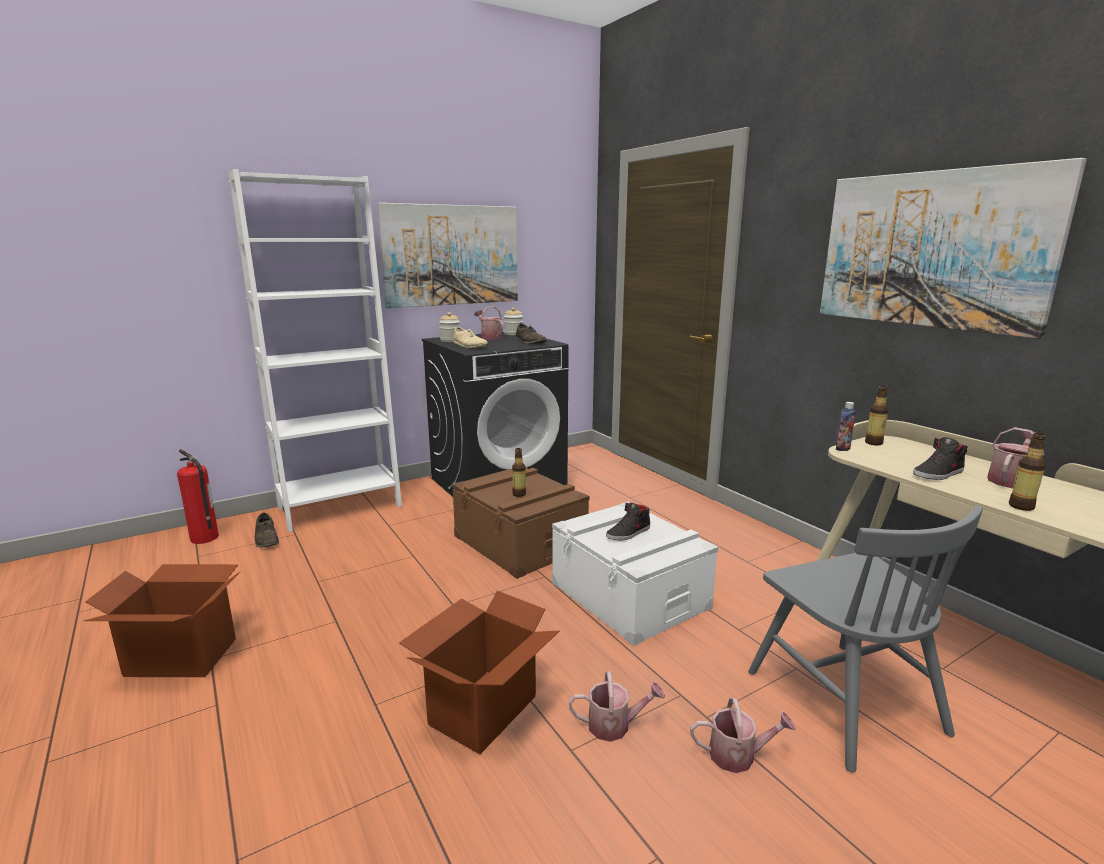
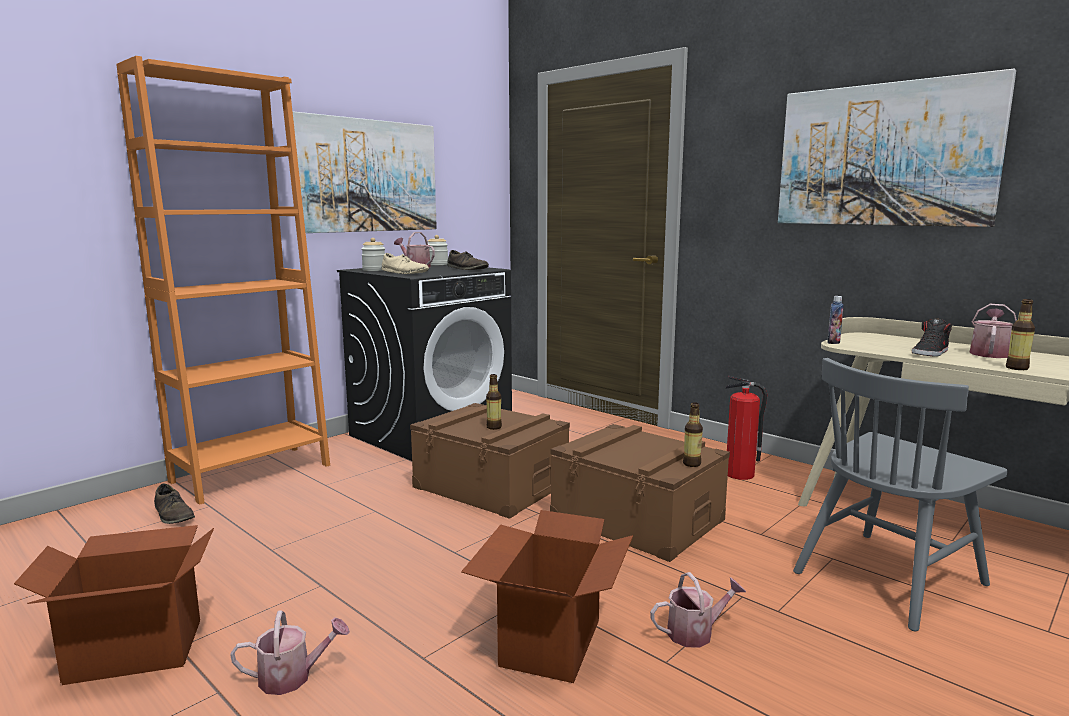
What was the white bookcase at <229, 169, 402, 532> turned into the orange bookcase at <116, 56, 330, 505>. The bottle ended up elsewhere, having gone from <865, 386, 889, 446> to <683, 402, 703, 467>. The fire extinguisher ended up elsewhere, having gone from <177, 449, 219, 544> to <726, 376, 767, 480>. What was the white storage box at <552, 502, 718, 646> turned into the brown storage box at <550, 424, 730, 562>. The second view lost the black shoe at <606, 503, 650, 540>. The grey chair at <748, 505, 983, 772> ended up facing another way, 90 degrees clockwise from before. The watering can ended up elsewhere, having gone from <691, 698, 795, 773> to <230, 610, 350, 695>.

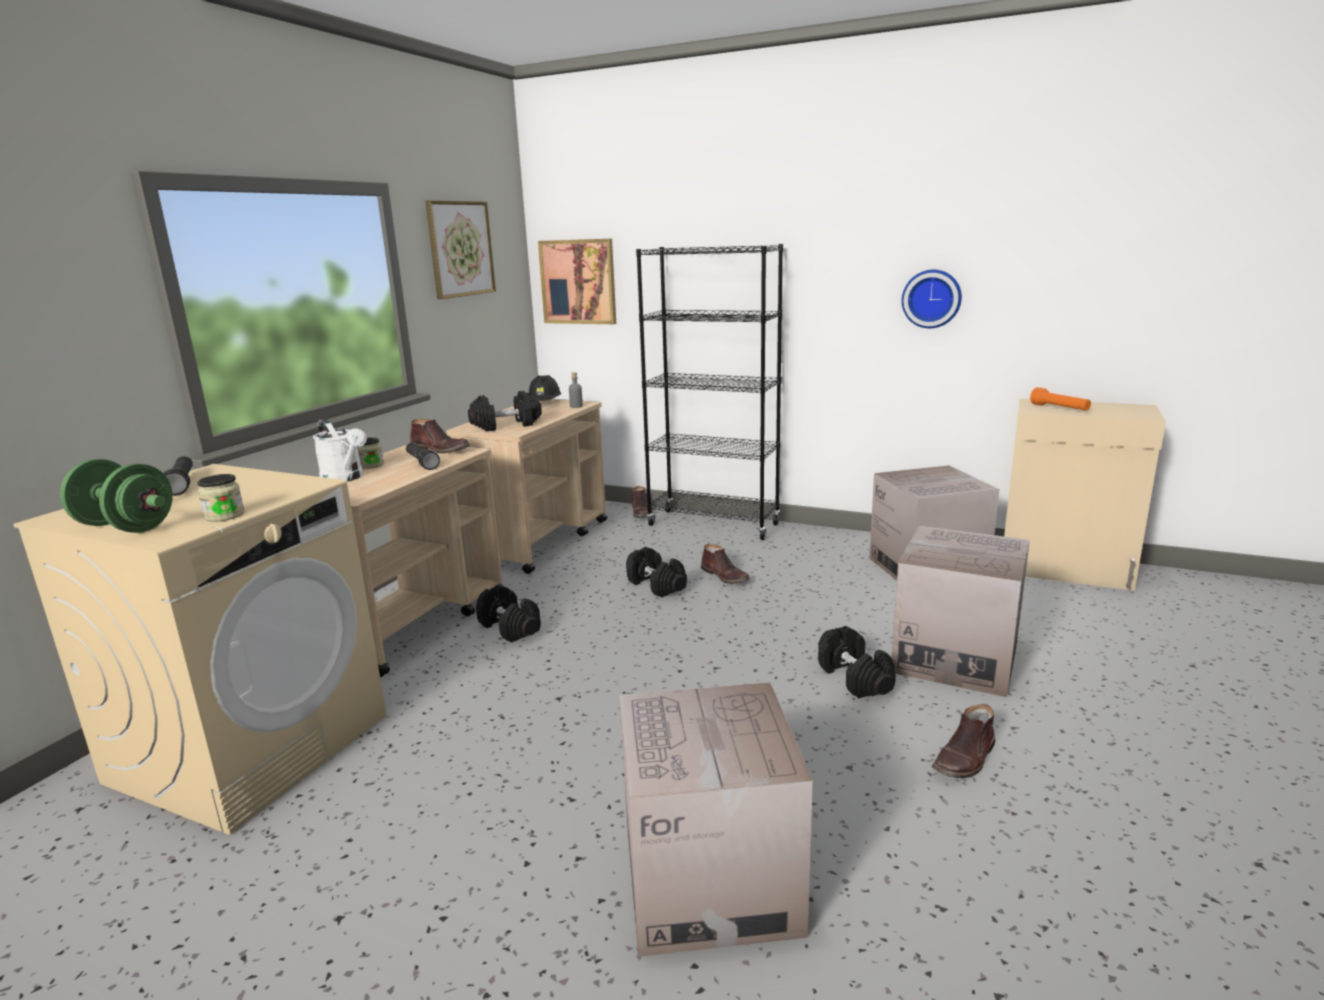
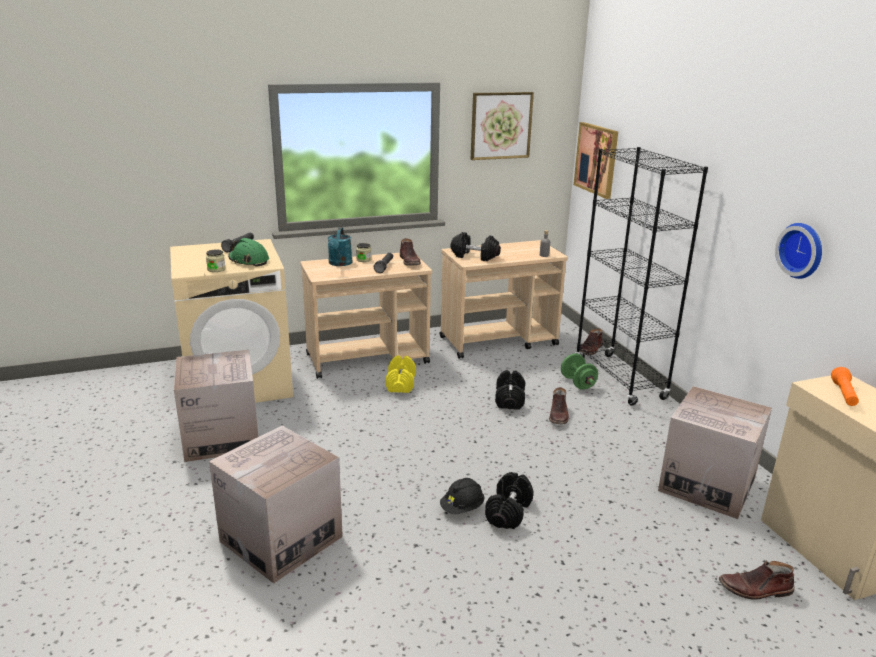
The black hard hat ended up elsewhere, having gone from <528, 375, 561, 401> to <440, 478, 485, 514>. What was the white watering can at <313, 419, 366, 482> turned into the turquoise watering can at <328, 227, 352, 266>. The green dumbbell ended up elsewhere, having gone from <60, 459, 173, 533> to <561, 353, 598, 390>. The cardboard box ended up elsewhere, having gone from <892, 526, 1030, 697> to <174, 350, 258, 462>. What was the black dumbbell at <476, 585, 541, 642> turned into the yellow dumbbell at <386, 355, 416, 393>. The brown boot ended up elsewhere, having gone from <932, 704, 995, 778> to <719, 561, 794, 599>. The second view gained the green hard hat at <228, 238, 269, 267>.

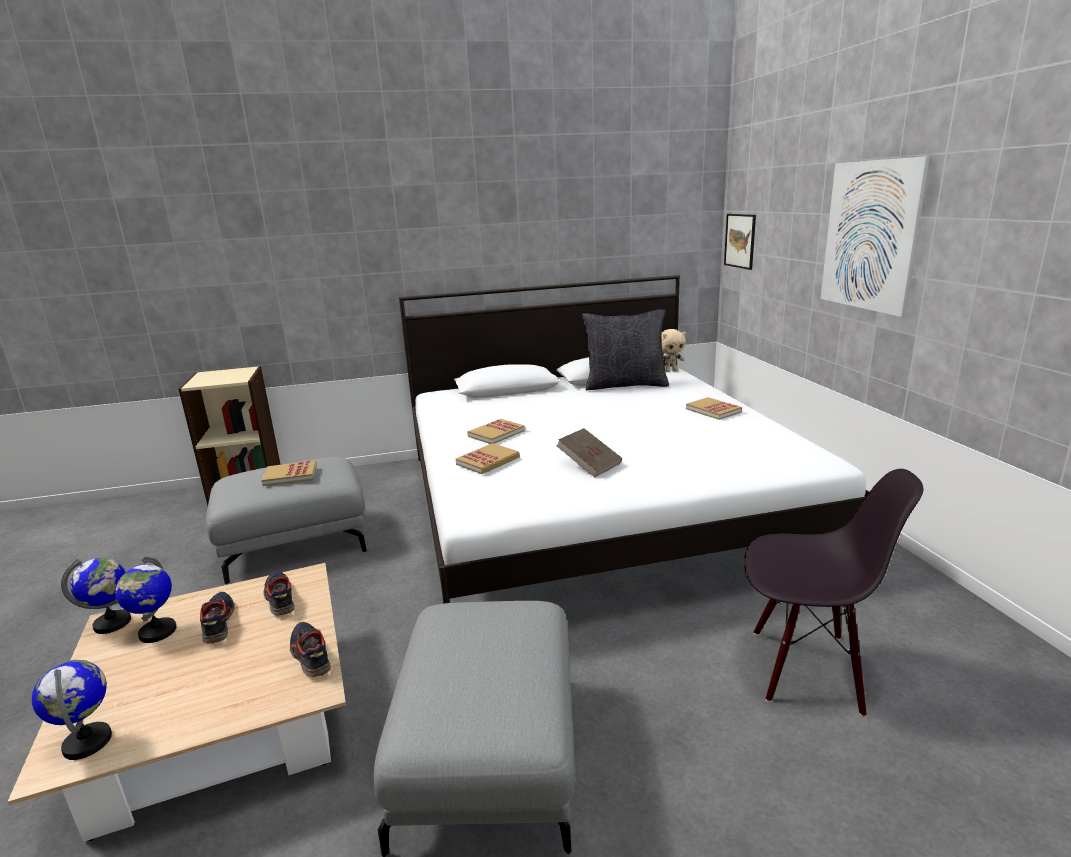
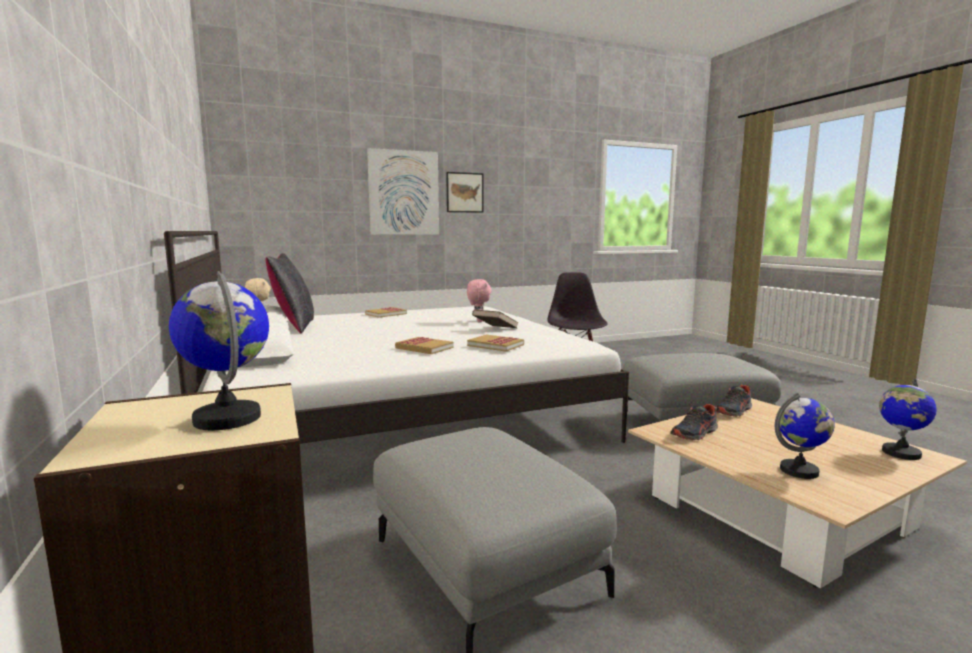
The picture ended up elsewhere, having gone from <724, 214, 756, 270> to <446, 172, 484, 213>. The second view lost the book at <261, 461, 317, 486>. The globe ended up elsewhere, having gone from <61, 558, 131, 634> to <169, 271, 269, 430>. The second view lost the shoe at <200, 592, 235, 643>. The second view gained the pink plush toy at <467, 279, 492, 322>.

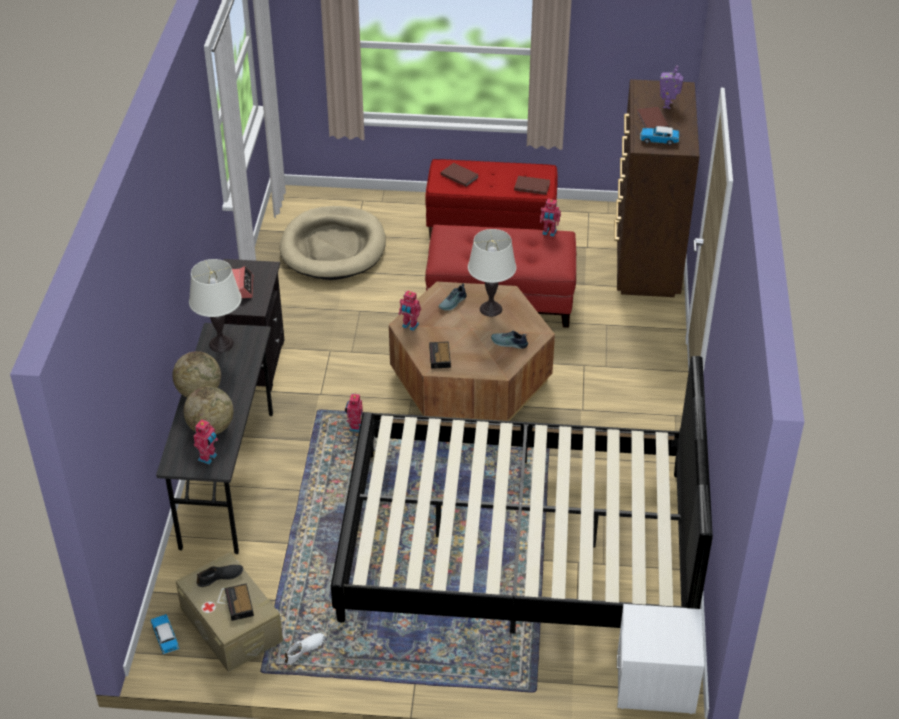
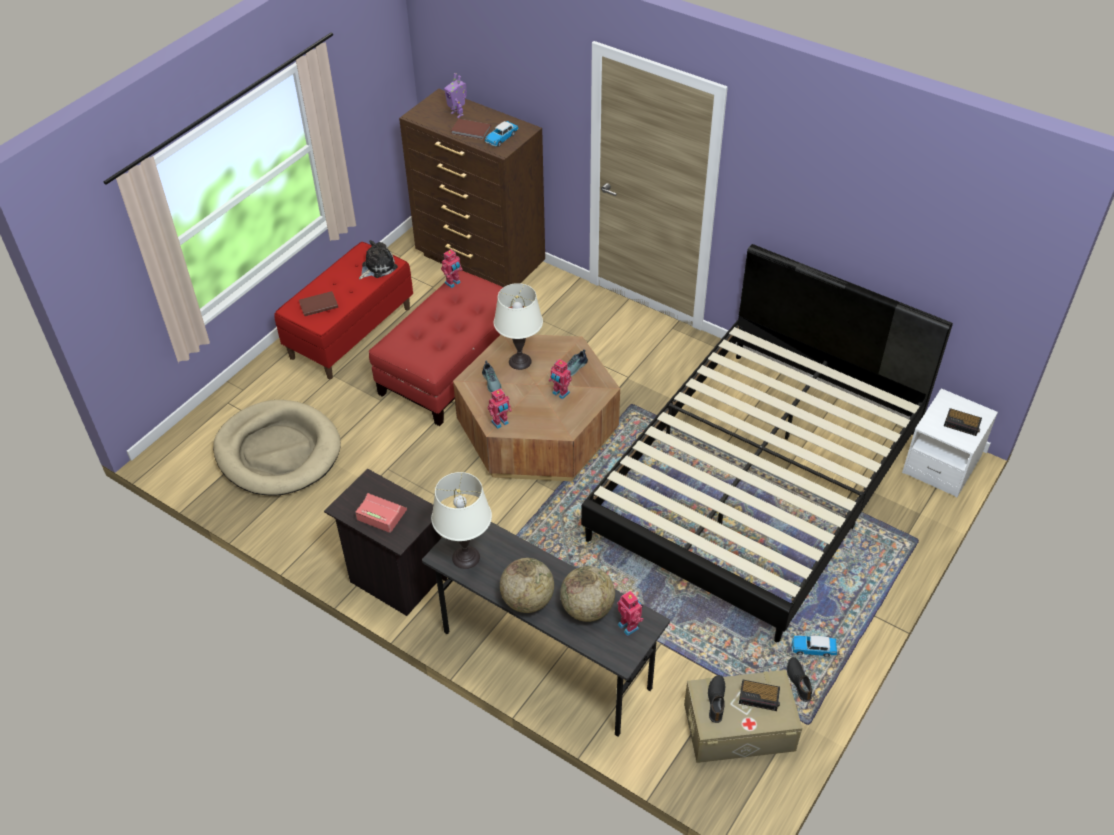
Where the brown book stood at <514, 176, 550, 195>, the plush toy came to stand at <359, 240, 398, 279>. The alarm clock ended up elsewhere, having gone from <429, 341, 451, 369> to <944, 408, 982, 436>. The toy robot ended up elsewhere, having gone from <345, 392, 363, 432> to <549, 359, 572, 399>. The toy car ended up elsewhere, having gone from <151, 614, 179, 654> to <791, 635, 837, 657>. What was the white shoe at <284, 633, 325, 665> turned into the black shoe at <787, 657, 812, 702>.

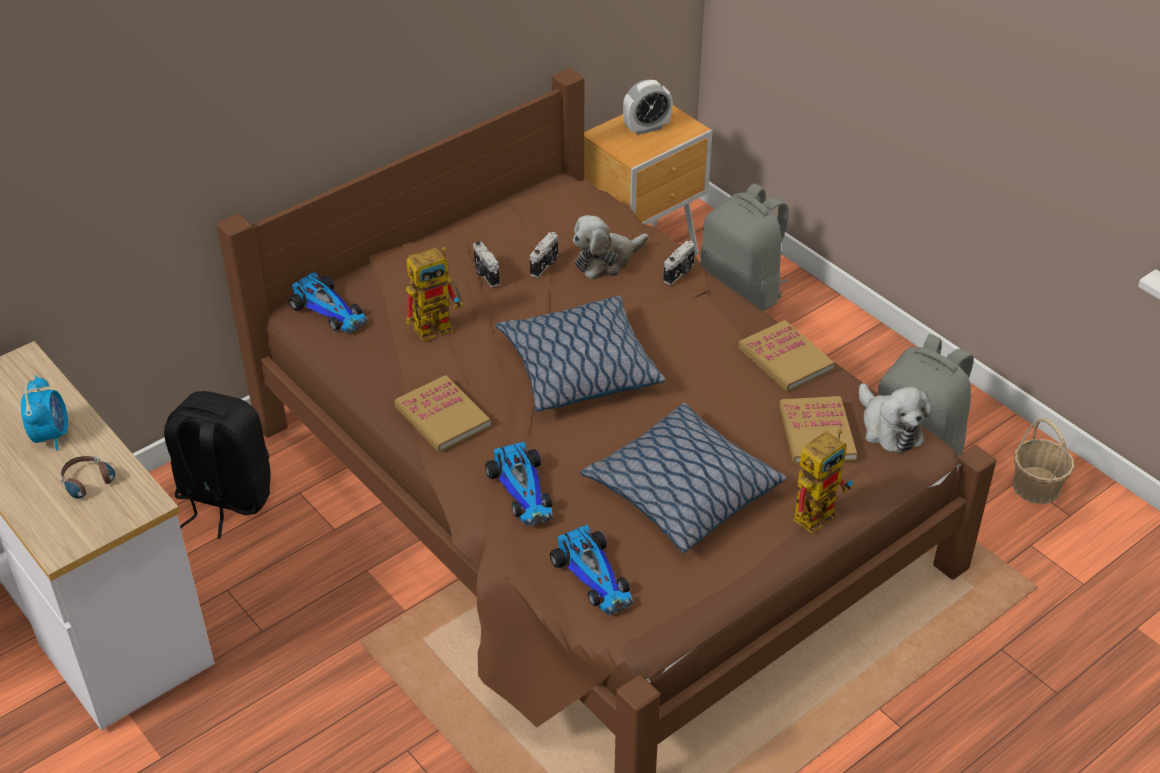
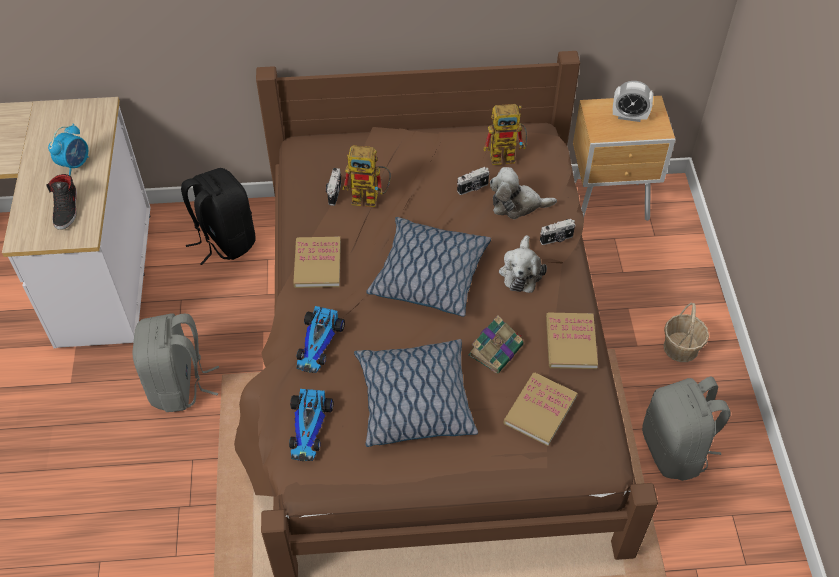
The grey backpack ended up elsewhere, having gone from <700, 183, 789, 311> to <133, 313, 219, 412>. The photo camera ended up elsewhere, having gone from <473, 241, 500, 287> to <326, 168, 341, 206>. The second view lost the toy car at <288, 272, 368, 333>. The plush toy ended up elsewhere, having gone from <859, 383, 932, 453> to <499, 235, 547, 293>. The basket ended up elsewhere, having gone from <1013, 418, 1074, 504> to <664, 302, 709, 362>. The toy robot ended up elsewhere, having gone from <793, 429, 853, 534> to <483, 104, 527, 165>. Where the headphones stood at <60, 456, 115, 501>, the black shoe came to stand at <46, 174, 77, 230>. The second view gained the book at <468, 315, 524, 374>.

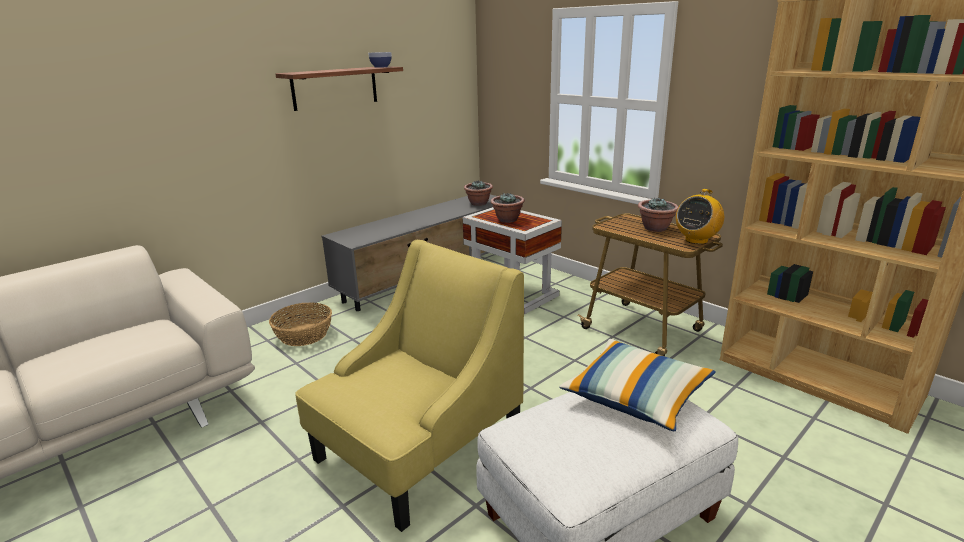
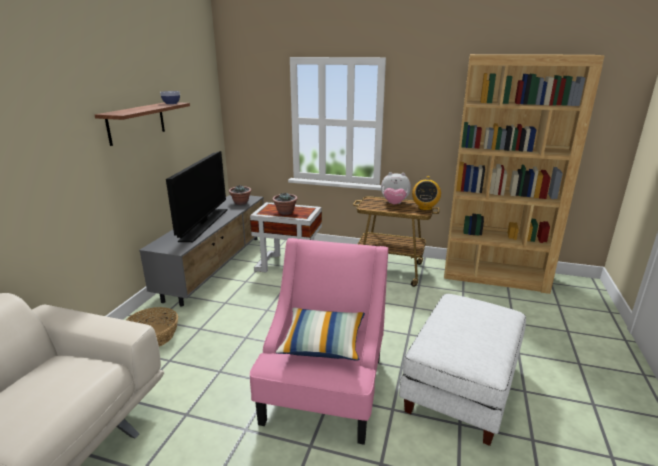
Where the potted plant stood at <638, 198, 679, 232>, the plush toy came to stand at <381, 172, 411, 204>. What was the yellow armchair at <295, 239, 524, 532> turned into the pink armchair at <250, 238, 388, 445>. The pillow ended up elsewhere, having gone from <559, 339, 716, 431> to <276, 308, 365, 361>. The second view gained the television at <166, 151, 227, 242>.

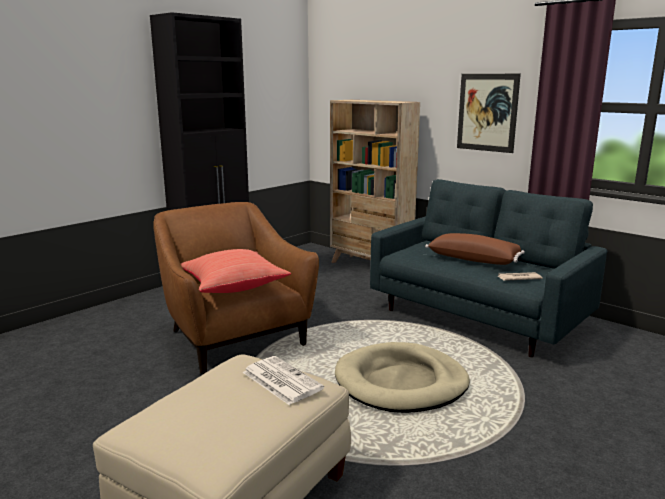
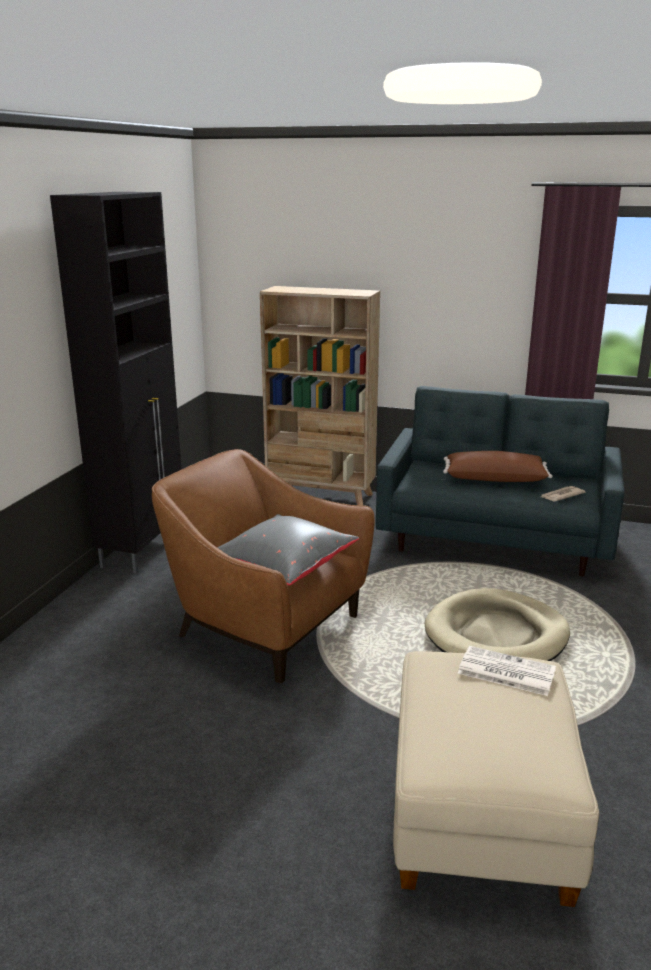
The second view lost the picture at <457, 74, 521, 153>. What was the red pillow at <181, 249, 291, 293> turned into the grey pillow at <217, 514, 359, 585>.

